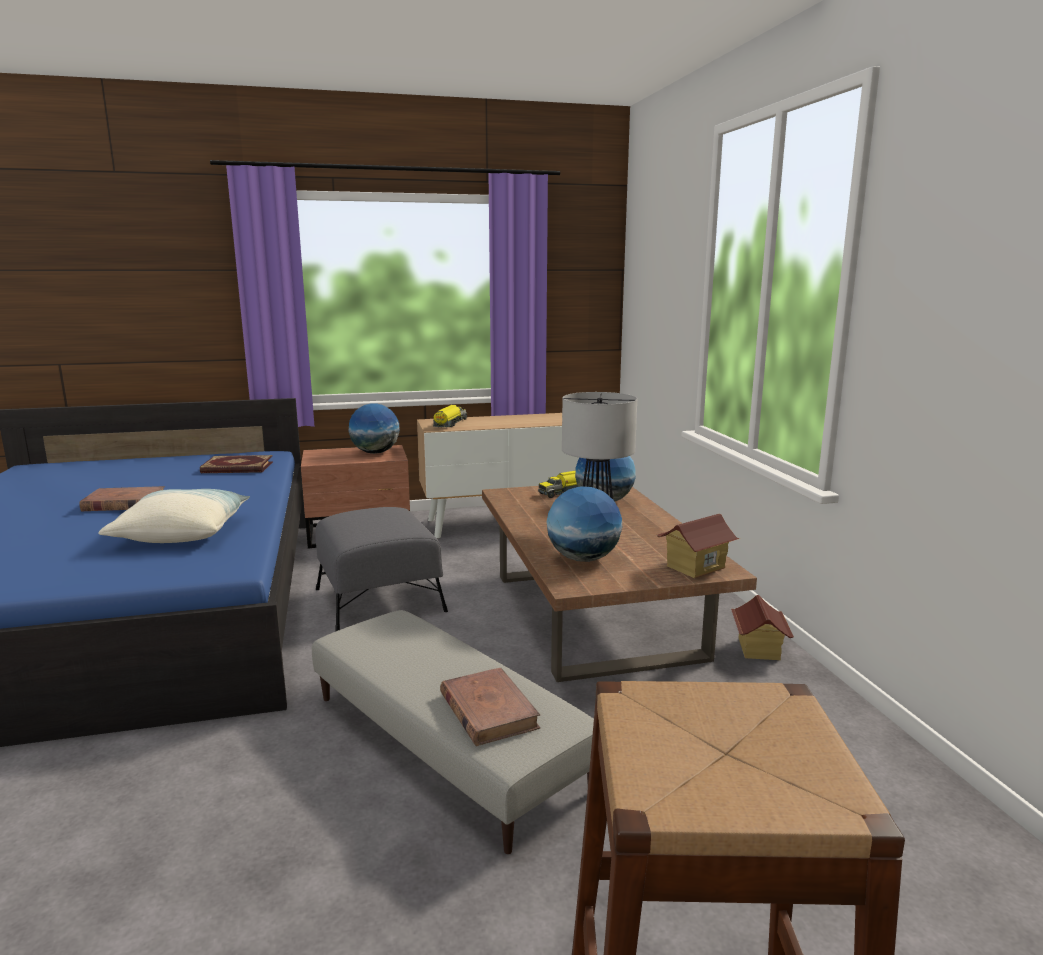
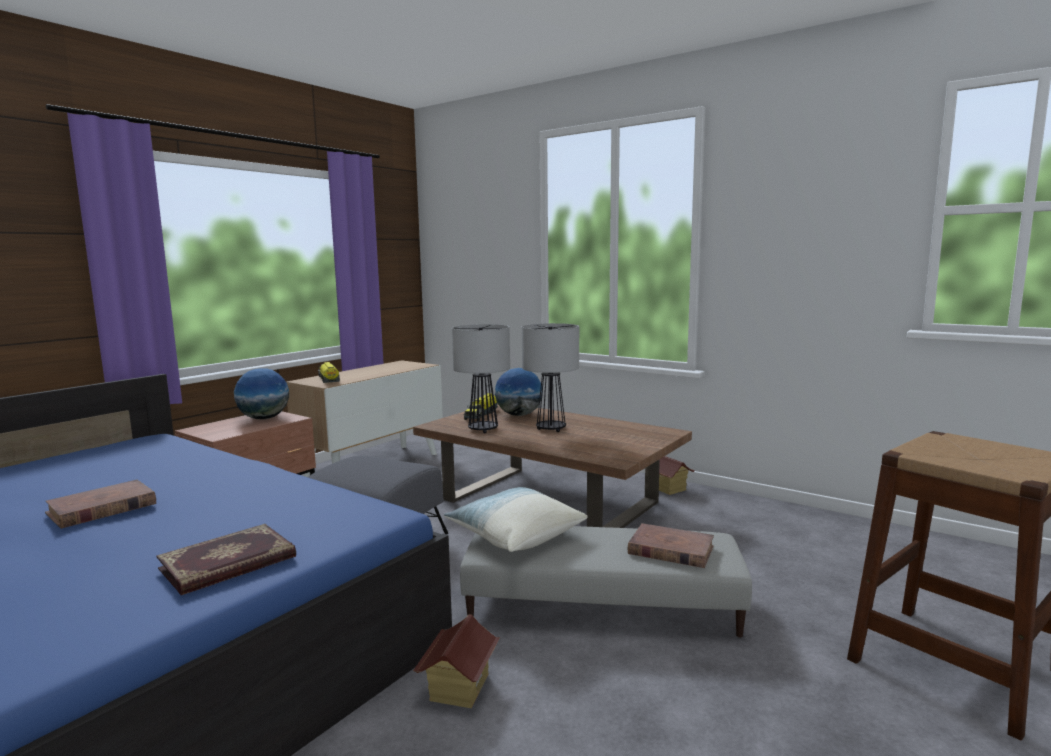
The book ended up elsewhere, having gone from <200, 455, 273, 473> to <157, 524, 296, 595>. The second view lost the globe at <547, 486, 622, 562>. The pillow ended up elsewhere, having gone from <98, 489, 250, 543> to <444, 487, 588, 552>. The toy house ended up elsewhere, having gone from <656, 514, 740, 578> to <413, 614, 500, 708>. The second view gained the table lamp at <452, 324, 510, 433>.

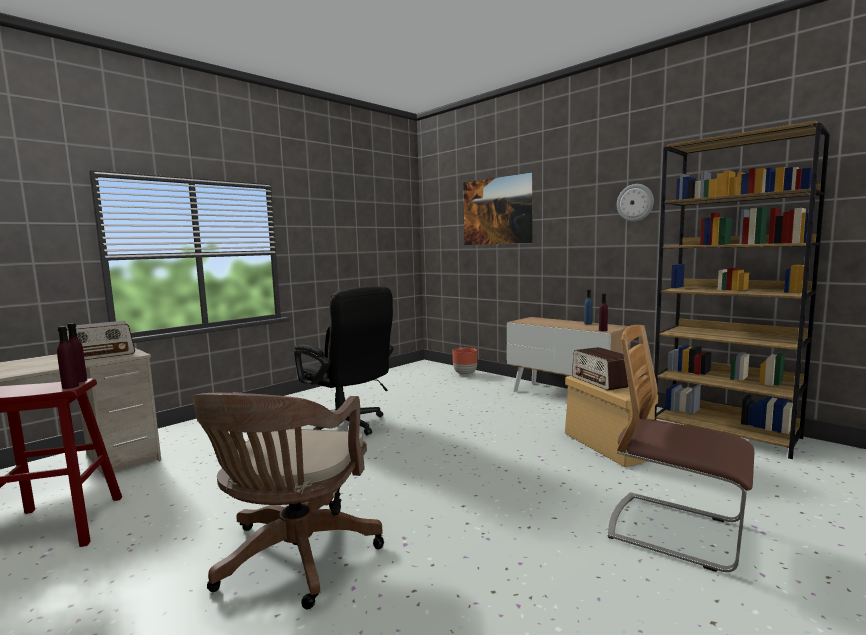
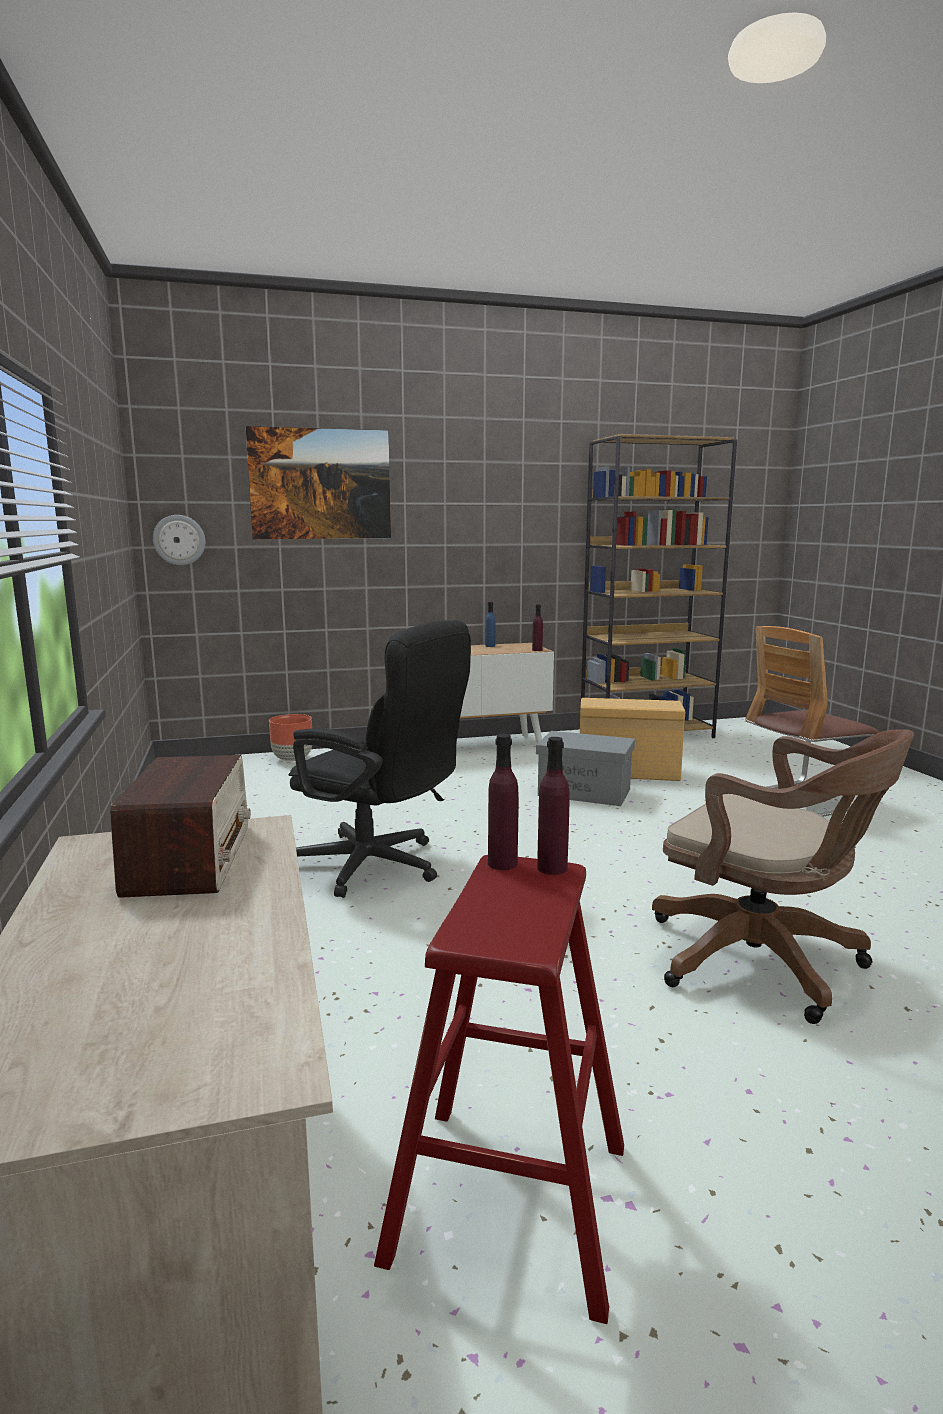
The wall clock ended up elsewhere, having gone from <617, 184, 654, 222> to <153, 515, 205, 565>. The black office chair at <294, 286, 393, 435> ended up facing another way, 45 degrees clockwise from before. The second view lost the radio at <572, 347, 629, 390>. The second view gained the grey storage box at <536, 731, 635, 806>.

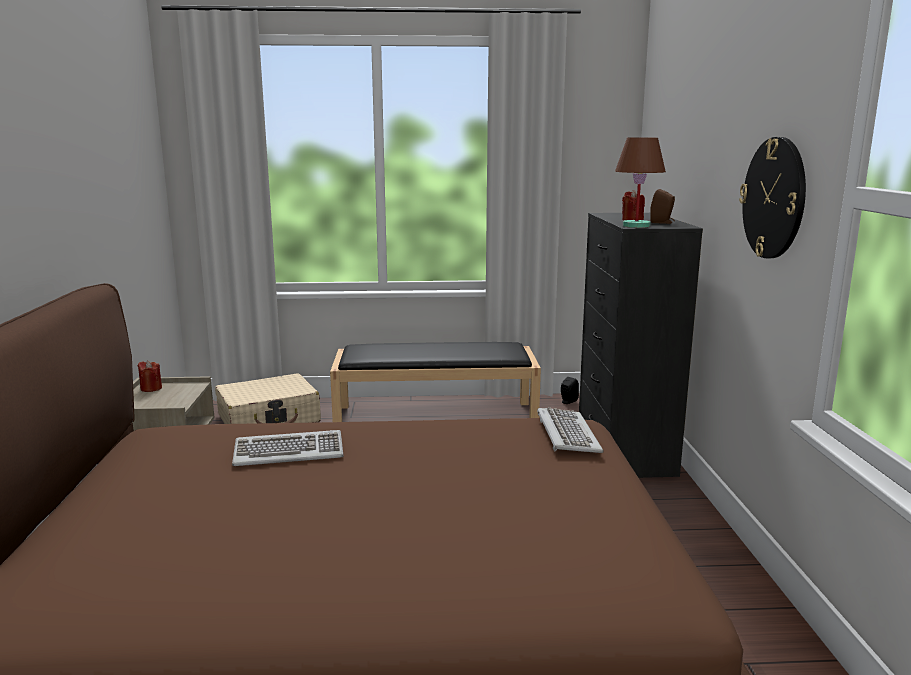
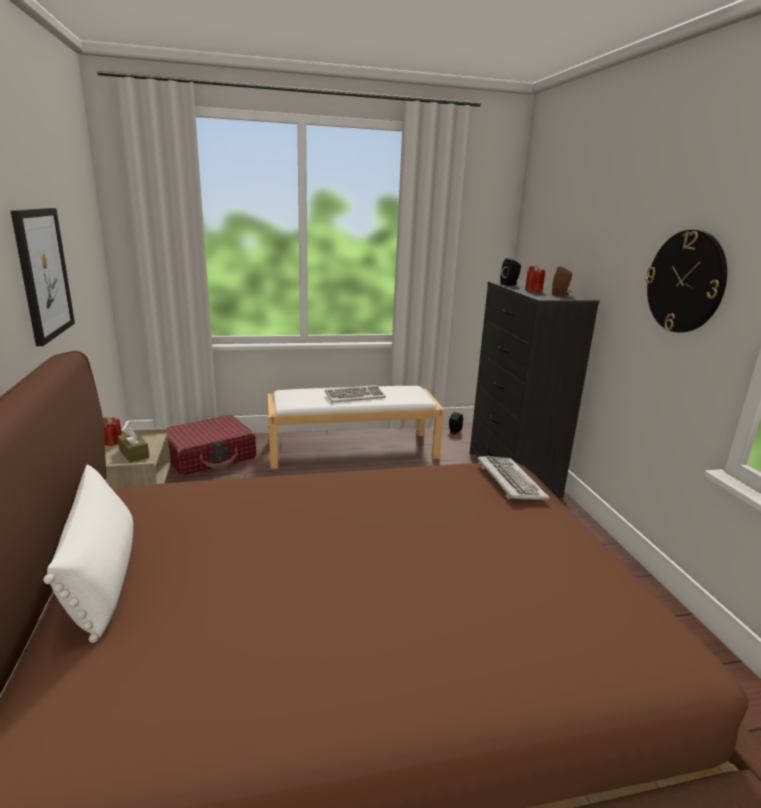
The second view lost the brown table lamp at <615, 138, 666, 228>. What was the black bench at <330, 342, 541, 422> turned into the white bench at <267, 386, 444, 469>. What was the beige suitcase at <215, 374, 321, 424> turned into the red suitcase at <166, 415, 256, 475>. The keyboard ended up elsewhere, having gone from <232, 430, 344, 466> to <325, 385, 386, 403>. The second view gained the picture at <11, 208, 75, 346>. The second view gained the black speaker at <500, 258, 521, 285>. The second view gained the brown tissue box at <117, 426, 149, 462>. The second view gained the white pillow at <43, 465, 133, 643>.

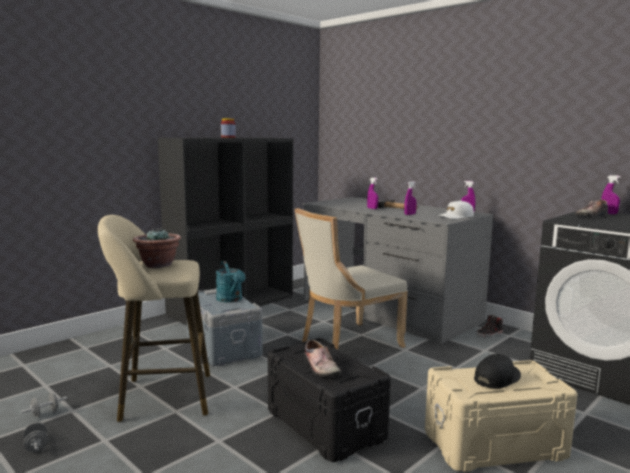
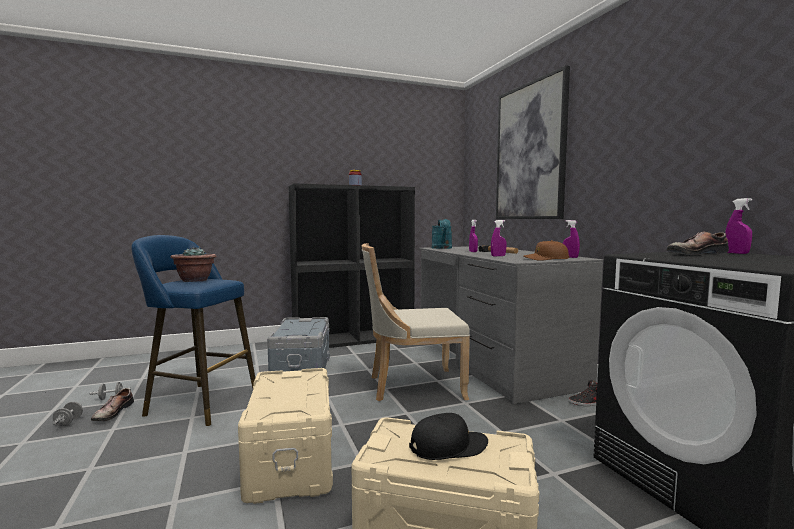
What was the white cap at <439, 200, 474, 219> turned into the brown cap at <523, 240, 569, 261>. What was the beige stool at <98, 215, 210, 422> turned into the blue stool at <131, 235, 255, 426>. The turquoise watering can ended up elsewhere, having gone from <216, 261, 246, 302> to <432, 219, 452, 249>. What was the black storage box at <268, 338, 391, 462> turned into the beige storage box at <238, 368, 333, 504>. The shoe ended up elsewhere, having gone from <304, 340, 342, 377> to <91, 388, 134, 421>. The second view gained the picture at <496, 65, 570, 219>.

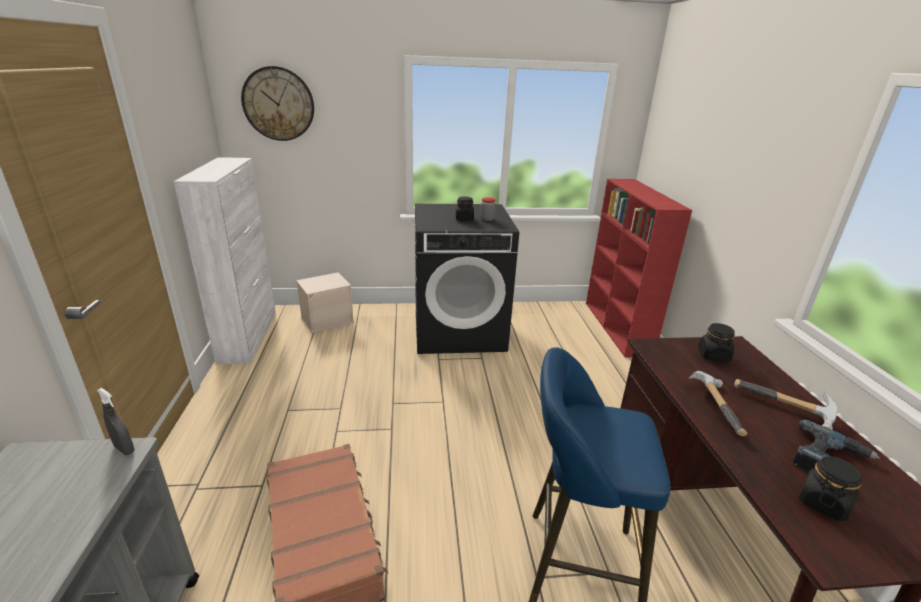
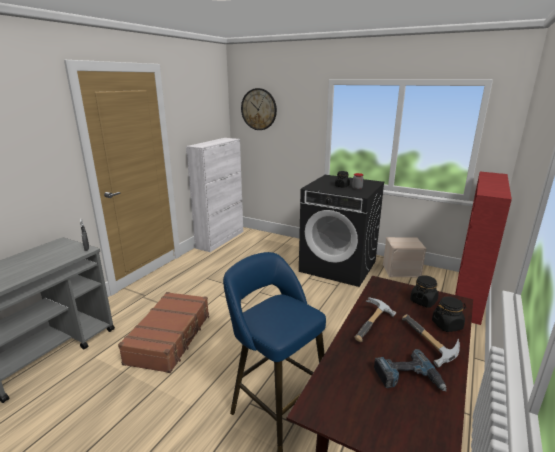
The beige storage box ended up elsewhere, having gone from <296, 272, 354, 333> to <383, 237, 426, 277>. The black jar ended up elsewhere, having gone from <799, 456, 861, 521> to <432, 296, 466, 332>.

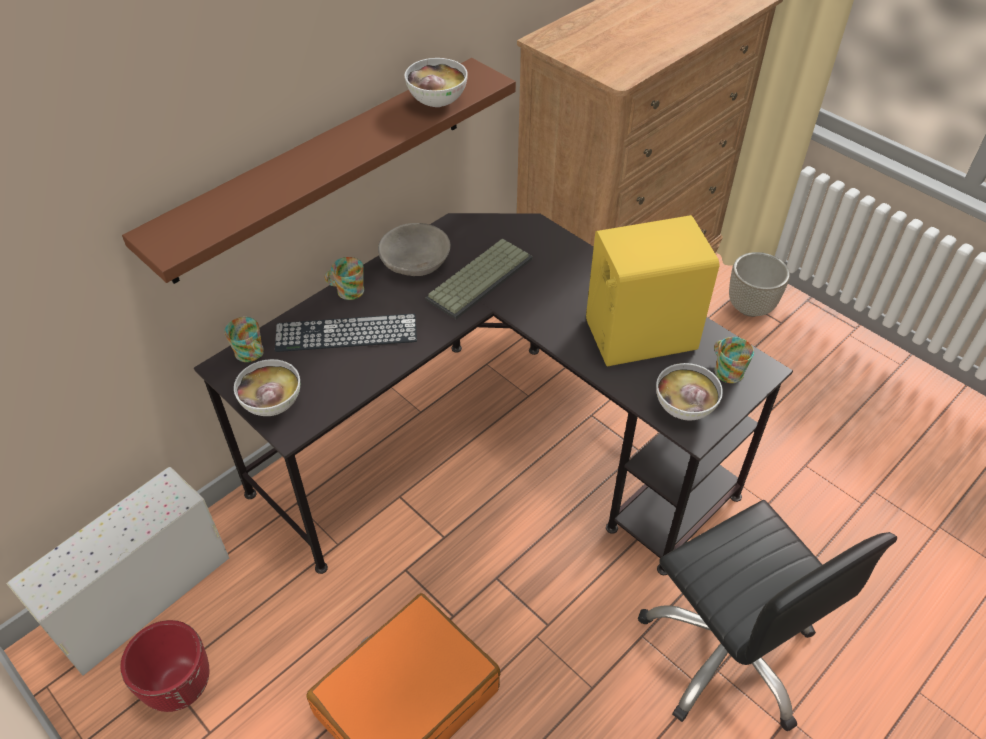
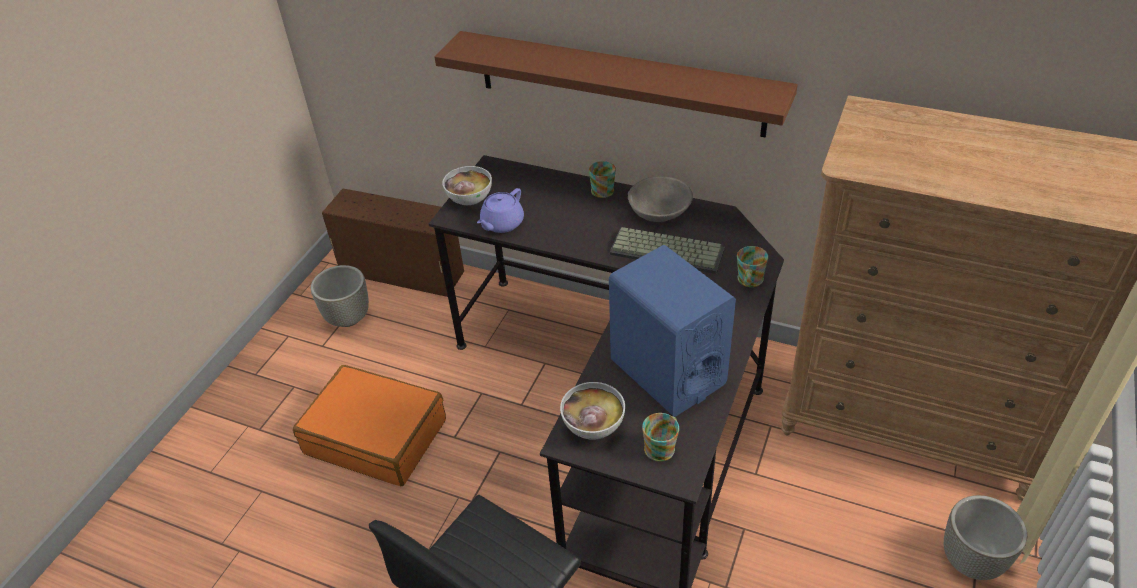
The second view lost the bowl at <405, 58, 468, 107>. What was the yellow speaker at <586, 215, 719, 366> turned into the blue speaker at <609, 245, 736, 417>. The second view lost the keyboard at <275, 314, 417, 352>. The mug ended up elsewhere, having gone from <224, 317, 263, 362> to <737, 246, 768, 287>. What was the white storage box at <7, 467, 230, 676> turned into the brown storage box at <322, 189, 464, 297>. What was the red planter at <120, 620, 209, 712> turned into the grey planter at <311, 265, 369, 327>. The second view gained the purple teapot at <477, 188, 524, 233>.

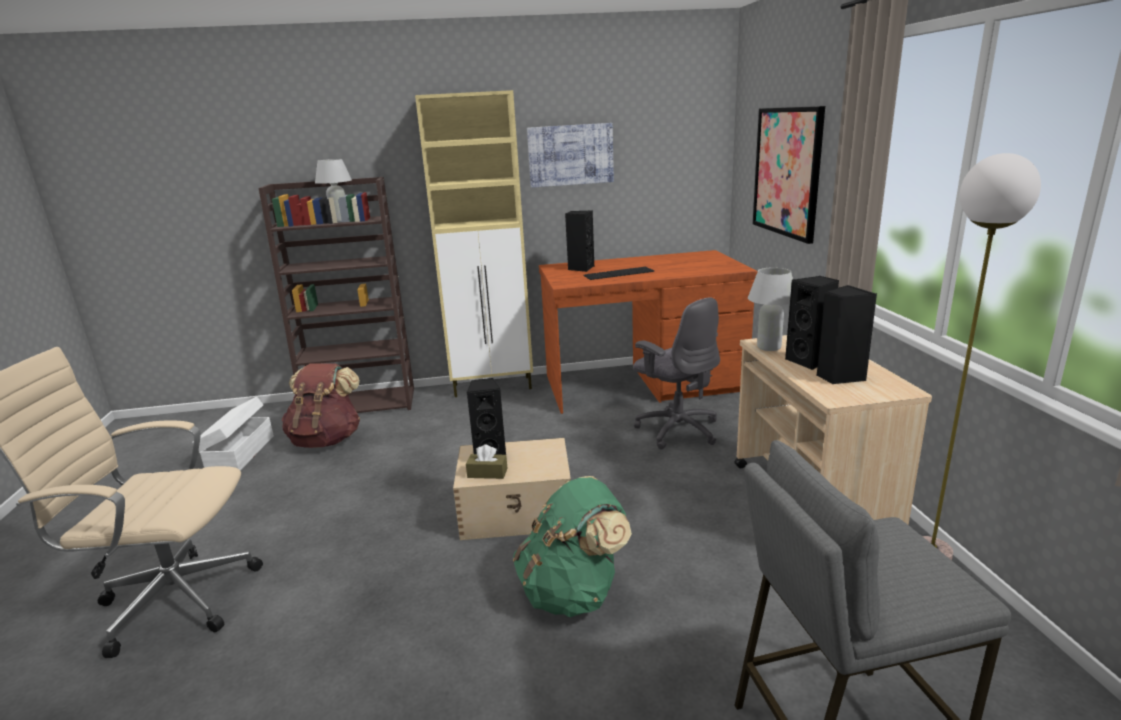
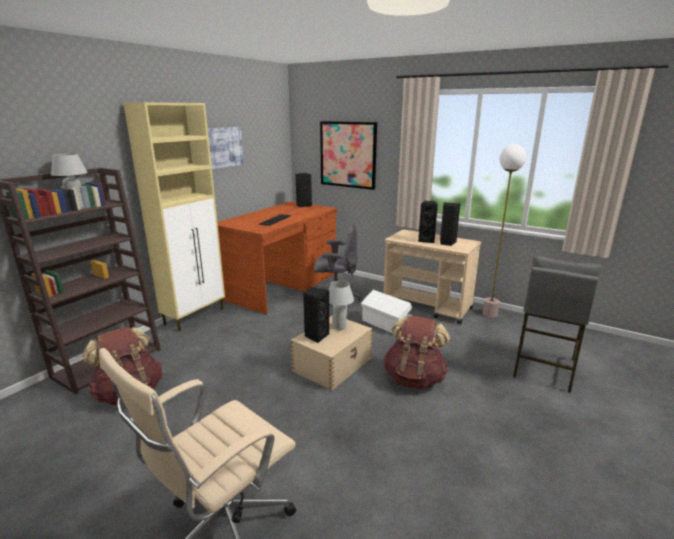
The black speaker ended up elsewhere, having gone from <565, 210, 594, 272> to <296, 173, 312, 207>. The white table lamp ended up elsewhere, having gone from <748, 268, 793, 351> to <329, 281, 354, 330>. The white storage box ended up elsewhere, having gone from <192, 397, 274, 471> to <361, 290, 412, 333>. The second view lost the brown tissue box at <466, 444, 508, 479>. What was the green backpack at <513, 476, 632, 617> turned into the brown backpack at <384, 316, 450, 390>.

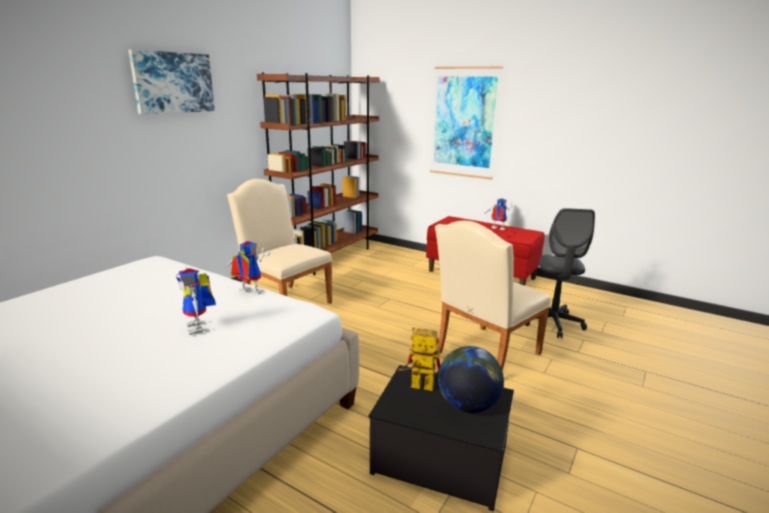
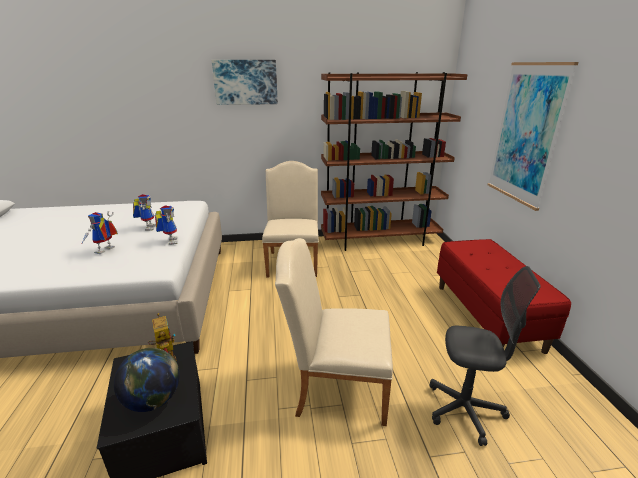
The toy robot ended up elsewhere, having gone from <484, 198, 516, 230> to <133, 194, 156, 231>. The grey office chair at <525, 208, 595, 338> ended up facing another way, 135 degrees counterclockwise from before.

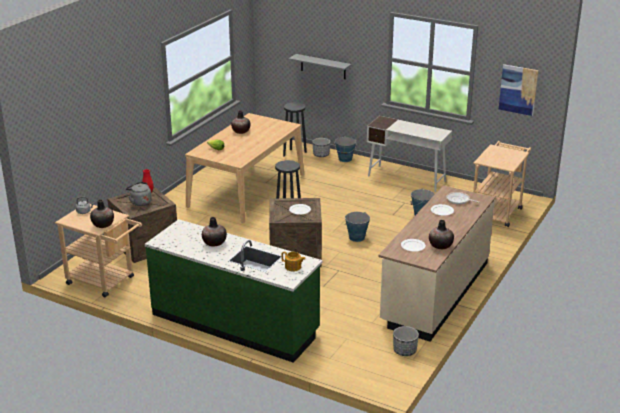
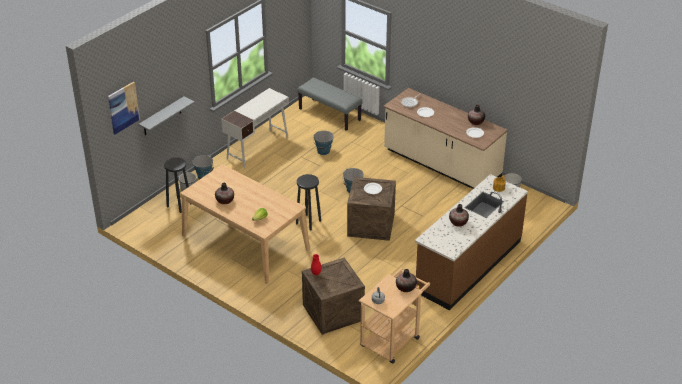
The picture ended up elsewhere, having gone from <499, 64, 539, 116> to <108, 82, 140, 134>. Where the beige cart stood at <473, 141, 531, 227>, the grey bench came to stand at <297, 78, 362, 131>. The second view lost the grey kettle at <126, 182, 152, 206>. What was the green counter at <145, 219, 323, 363> turned into the brown counter at <415, 174, 528, 310>.

